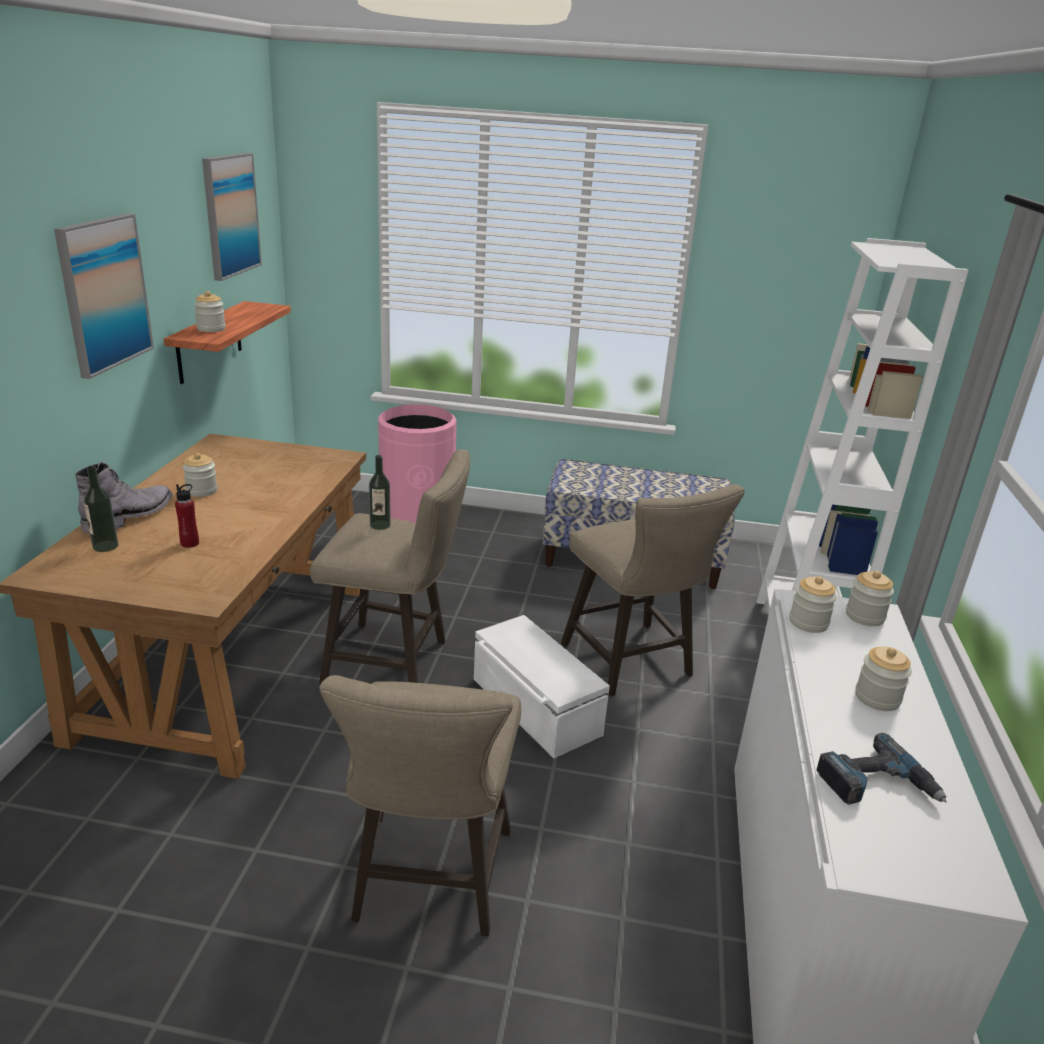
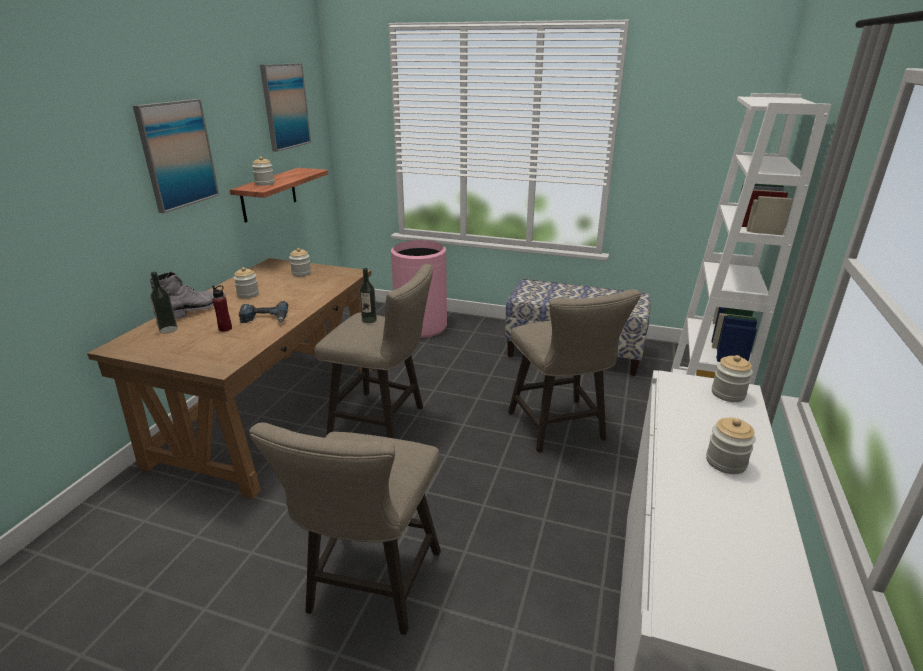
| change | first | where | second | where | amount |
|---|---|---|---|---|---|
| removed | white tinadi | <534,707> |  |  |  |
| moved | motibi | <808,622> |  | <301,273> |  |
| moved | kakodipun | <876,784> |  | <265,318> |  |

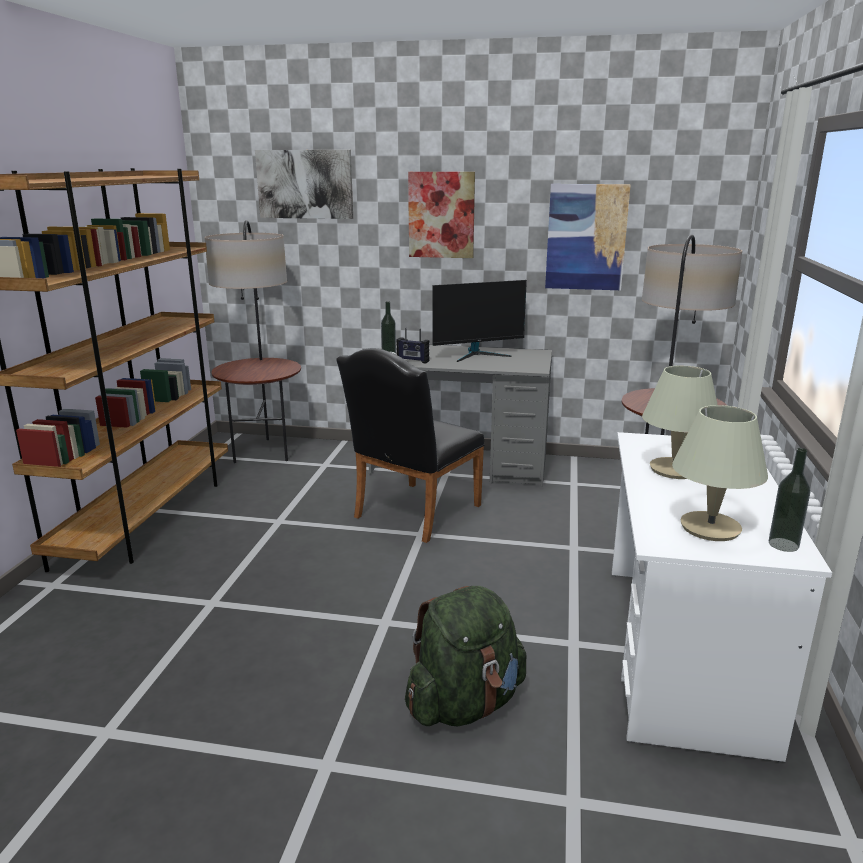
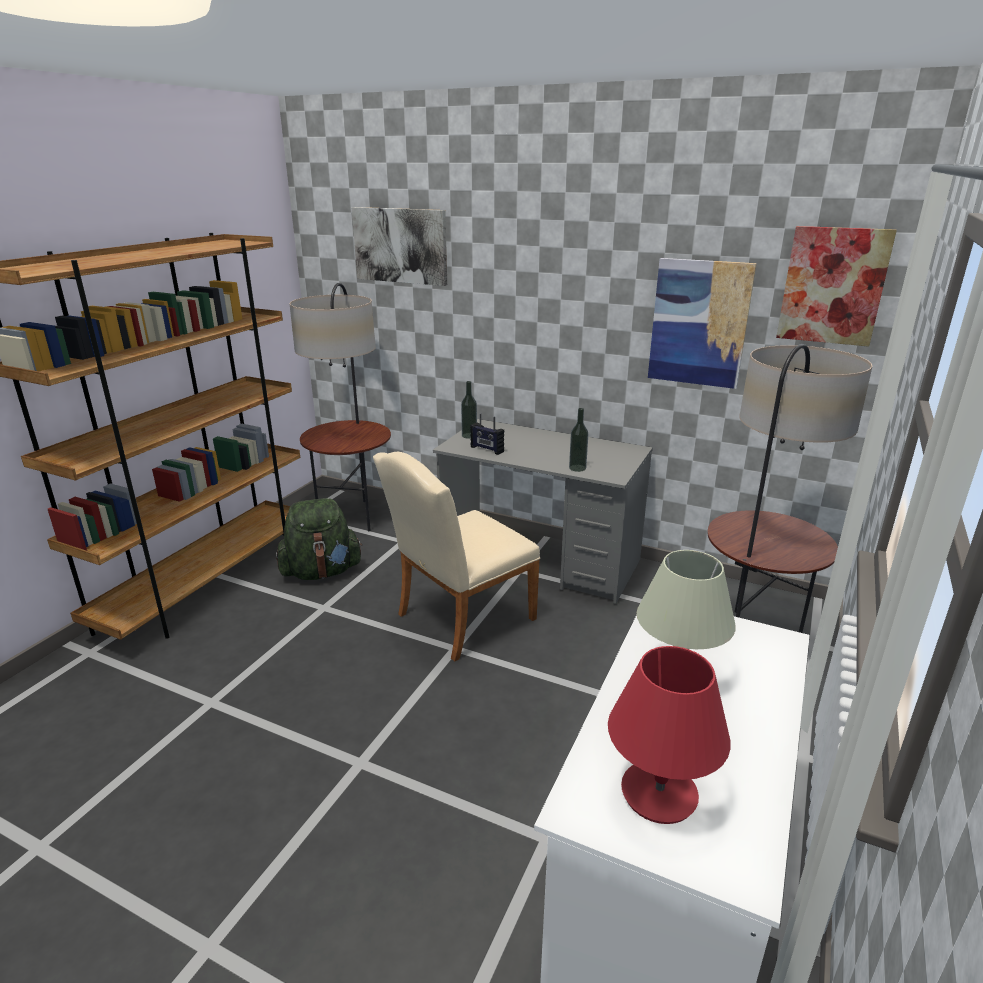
| change | first | where | second | where | amount |
|---|---|---|---|---|---|
| removed | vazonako | <478,355> |  |  |  |
| moved | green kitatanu | <465,704> |  | <321,572> |  |
| moved | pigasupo | <441,215> |  | <833,286> |  |
| moved | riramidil | <783,544> |  | <577,468> |  |
| recoloured | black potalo | <412,514> | beige potalo | <459,620> |  |
| recoloured | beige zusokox | <709,528> | red zusokox | <658,793> |  |

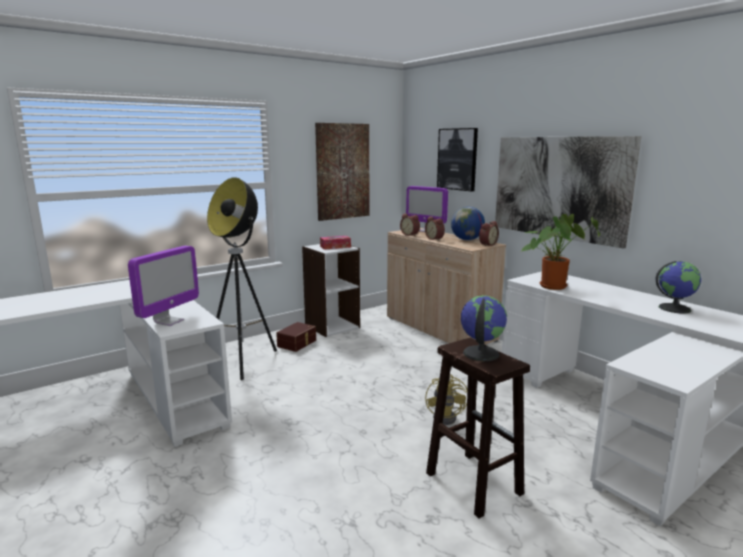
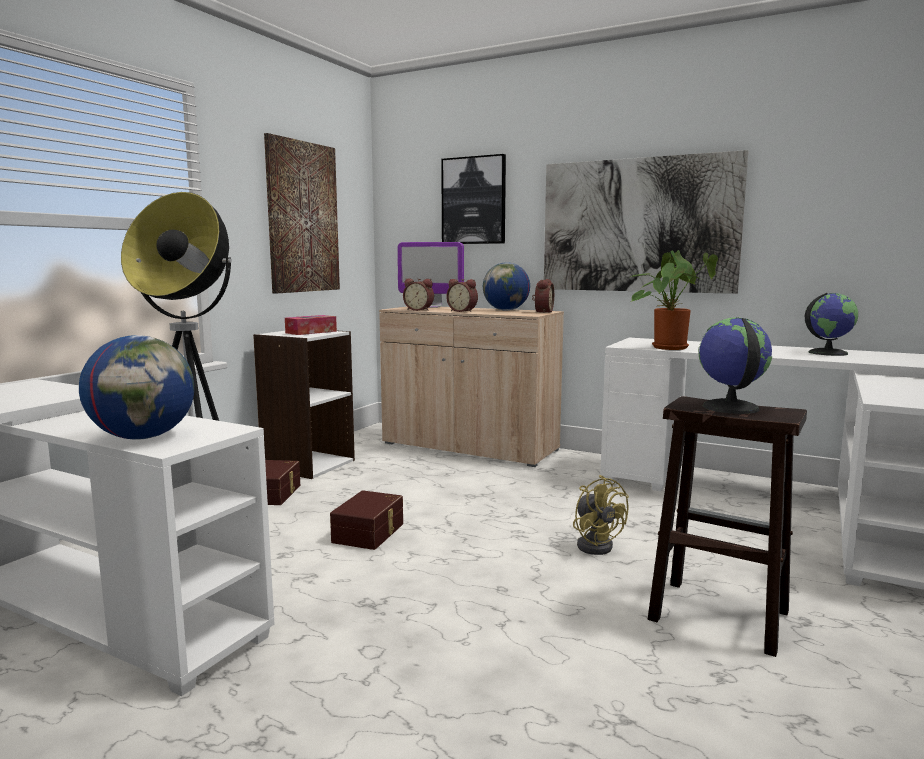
| change | first | where | second | where | amount |
|---|---|---|---|---|---|
| added |  |  | brown tinadi | <370,533> |  |
| replaced | vazonako | <169,321> | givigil | <143,437> |  |

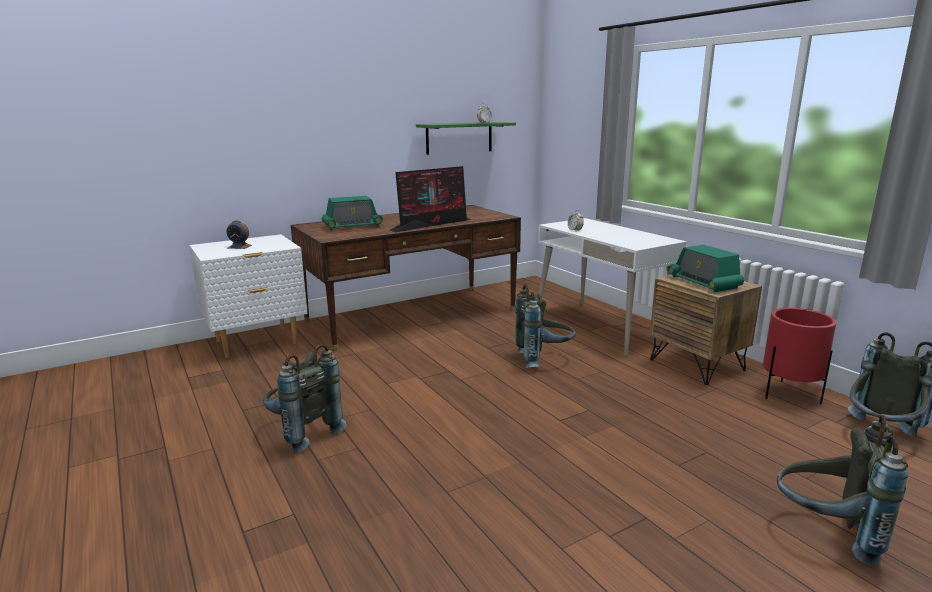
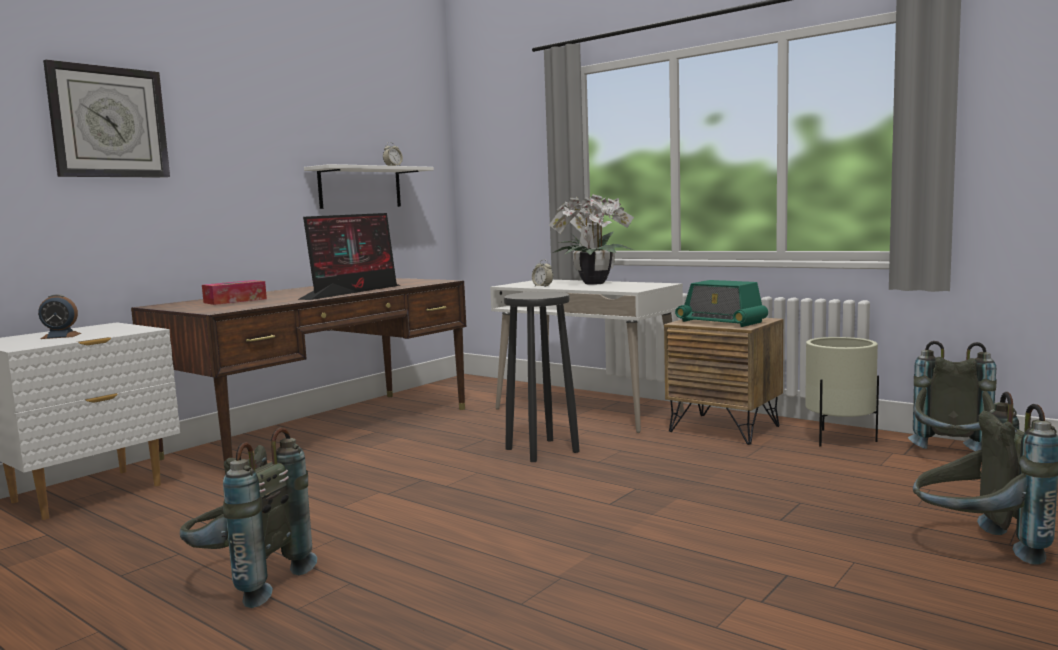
| change | first | where | second | where | amount |
|---|---|---|---|---|---|
| added |  |  | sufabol | <109,122> |  |
| added |  |  | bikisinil | <591,283> |  |
| replaced | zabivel | <352,226> | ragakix | <235,301> |  |
| replaced | grey kitatanu | <544,359> | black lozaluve | <541,450> |  |
| recoloured | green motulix | <459,138> | white motulix | <360,187> |  |
| recoloured | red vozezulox | <789,394> | beige vozezulox | <840,439> |  |

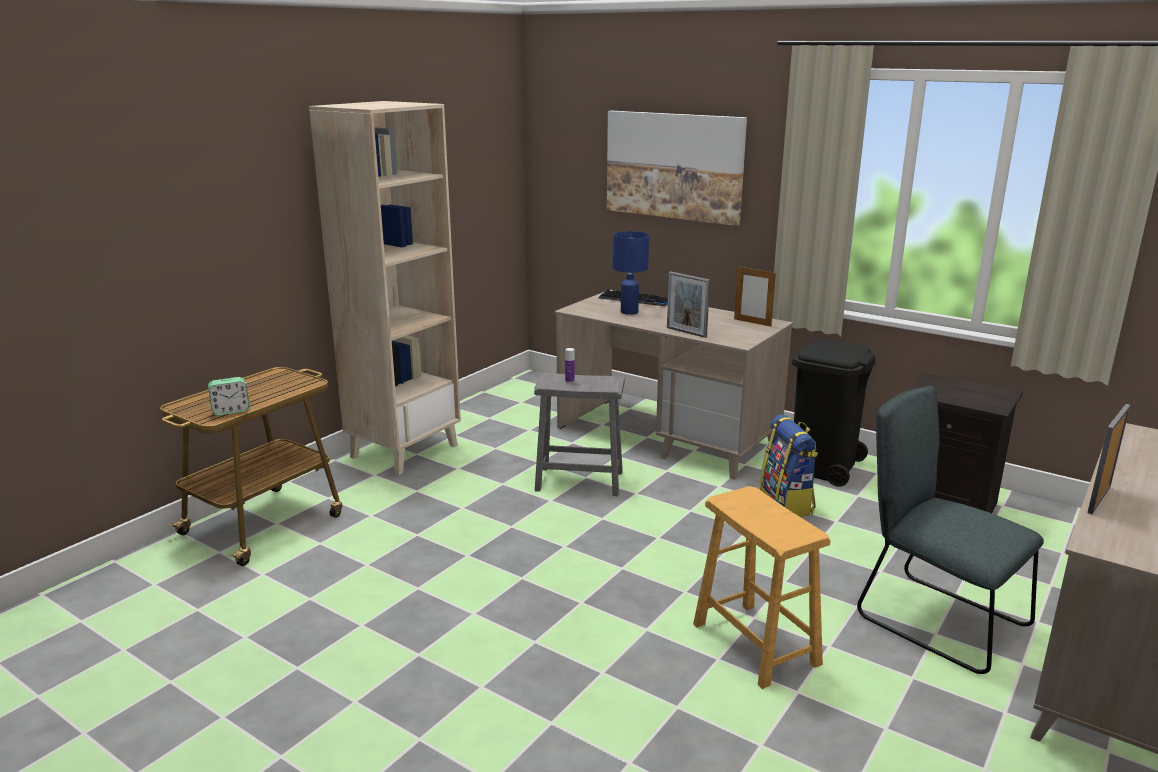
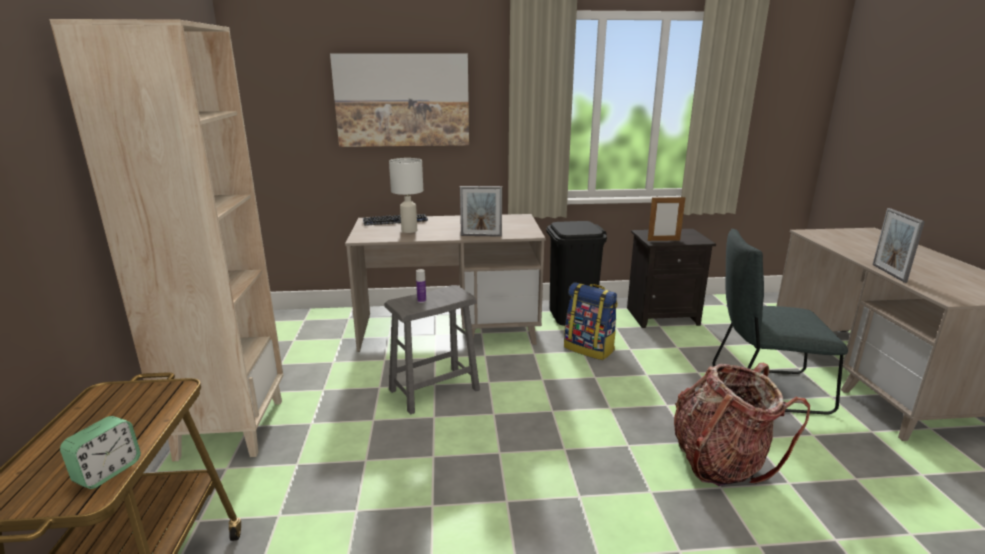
| change | first | where | second | where | amount |
|---|---|---|---|---|---|
| moved | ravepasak | <752,322> |  | <663,240> |  |
| replaced | brown lozaluve | <756,644> | kitatanu | <720,461> |  |
| recoloured | blue zusokox | <629,312> | white zusokox | <409,231> |  |

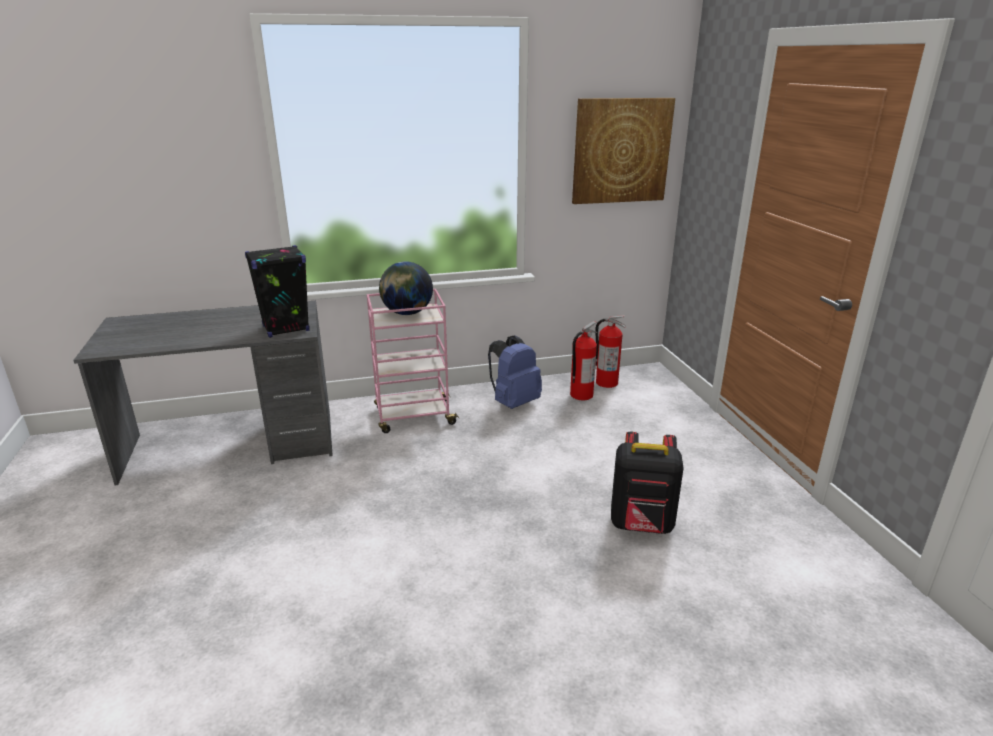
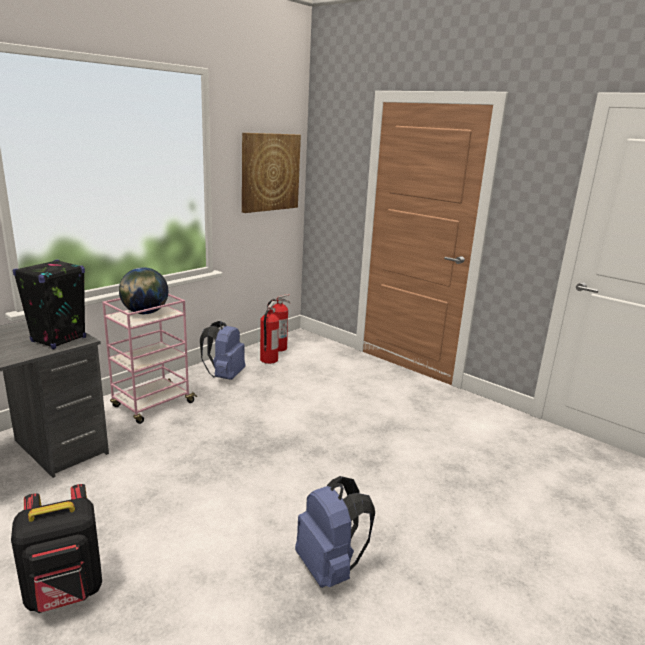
| change | first | where | second | where | amount |
|---|---|---|---|---|---|
| added |  |  | blue kitatanu | <330,568> |  |
| moved | black kitatanu | <642,525> |  | <65,594> |  |

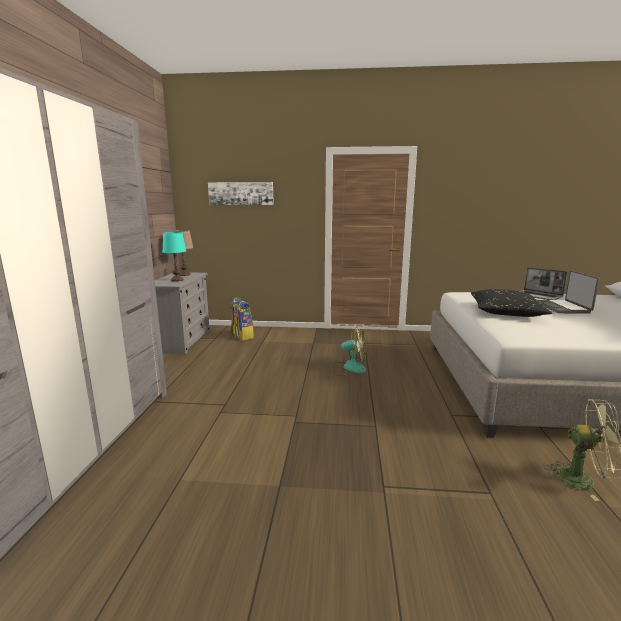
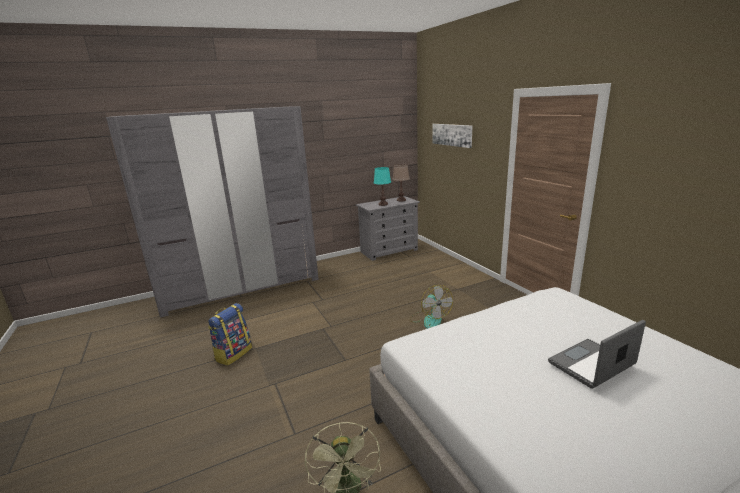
| change | first | where | second | where | amount |
|---|---|---|---|---|---|
| removed | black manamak | <505,311> |  |  |  |
| removed | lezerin | <539,296> |  |  |  |
| moved | kitatanu | <241,336> |  | <233,354> |  |

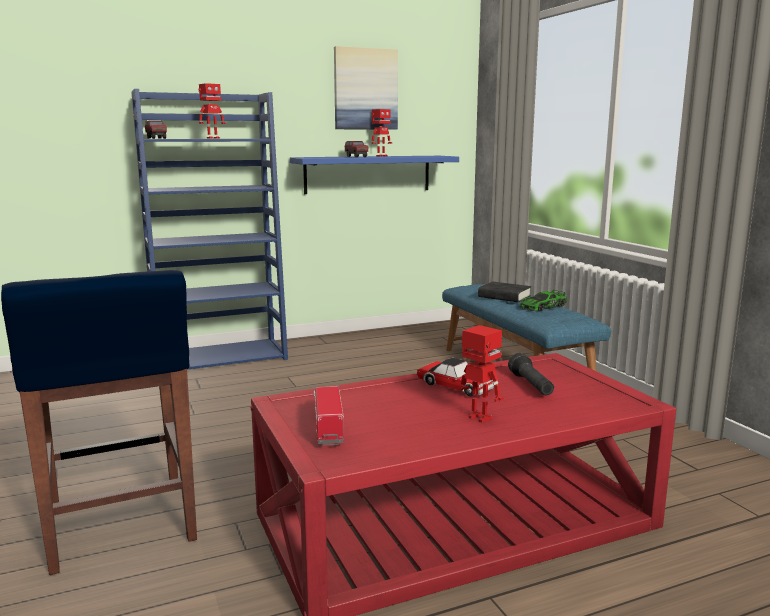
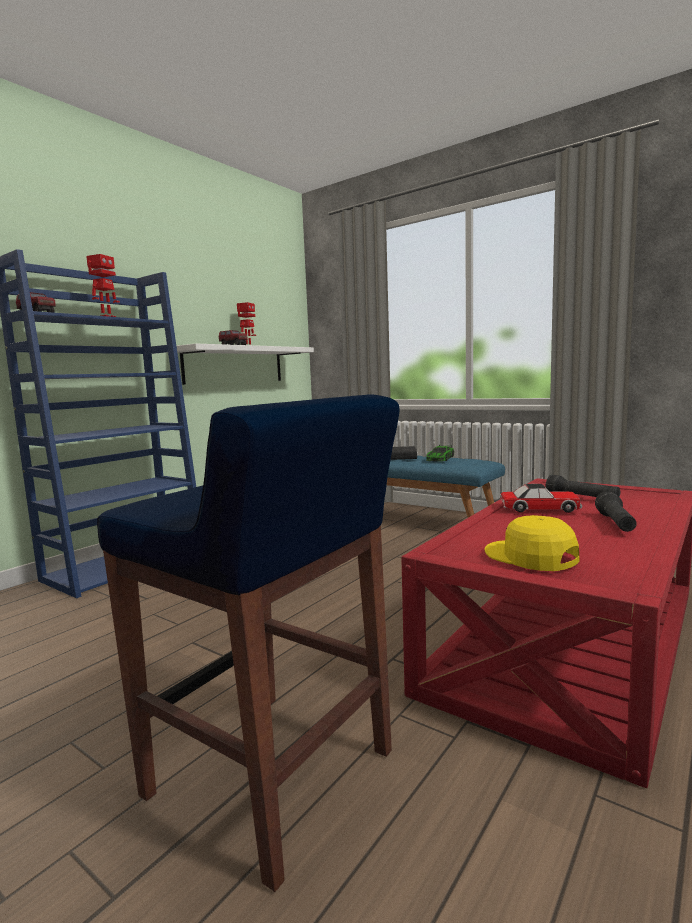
| change | first | where | second | where | amount |
|---|---|---|---|---|---|
| removed | pigasupo | <365,89> |  |  |  |
| replaced | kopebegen | <328,423> | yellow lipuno | <531,556> |  |
| replaced | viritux | <479,418> | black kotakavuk | <616,524> |  |
| recoloured | blue motulix | <368,174> | white motulix | <234,365> |  |

